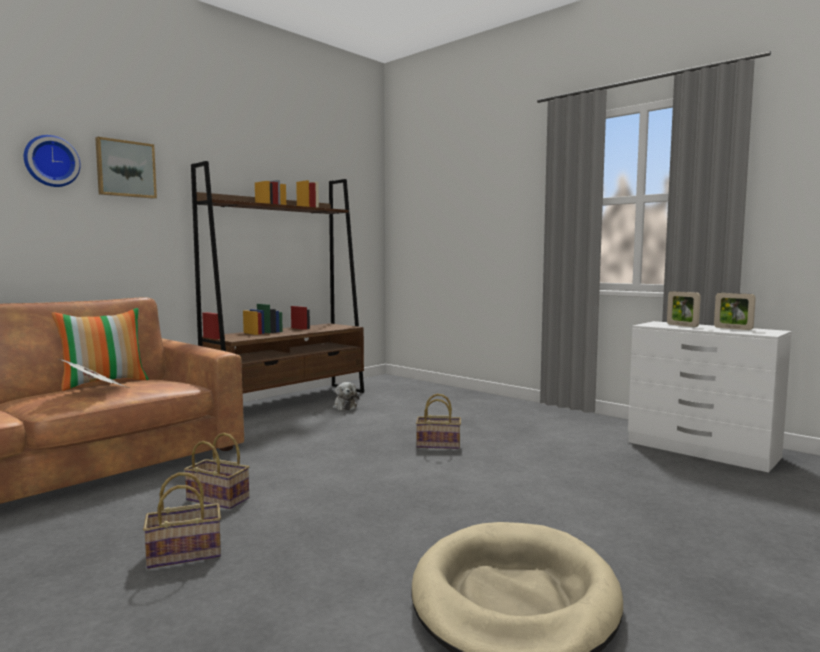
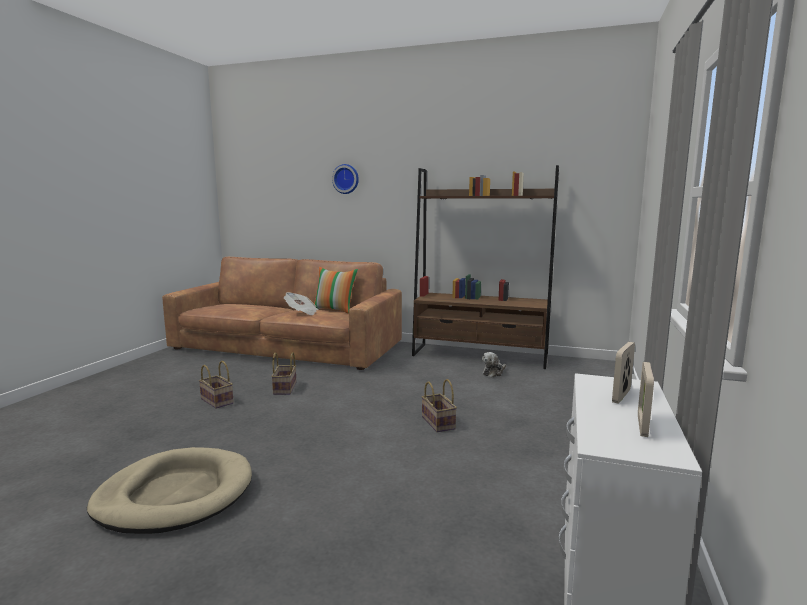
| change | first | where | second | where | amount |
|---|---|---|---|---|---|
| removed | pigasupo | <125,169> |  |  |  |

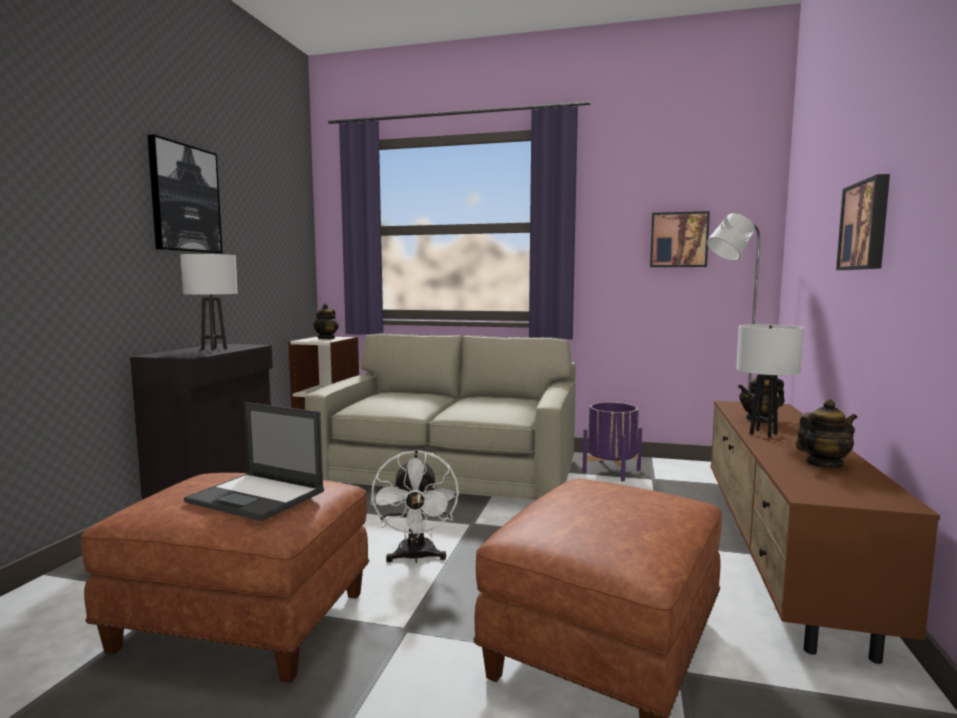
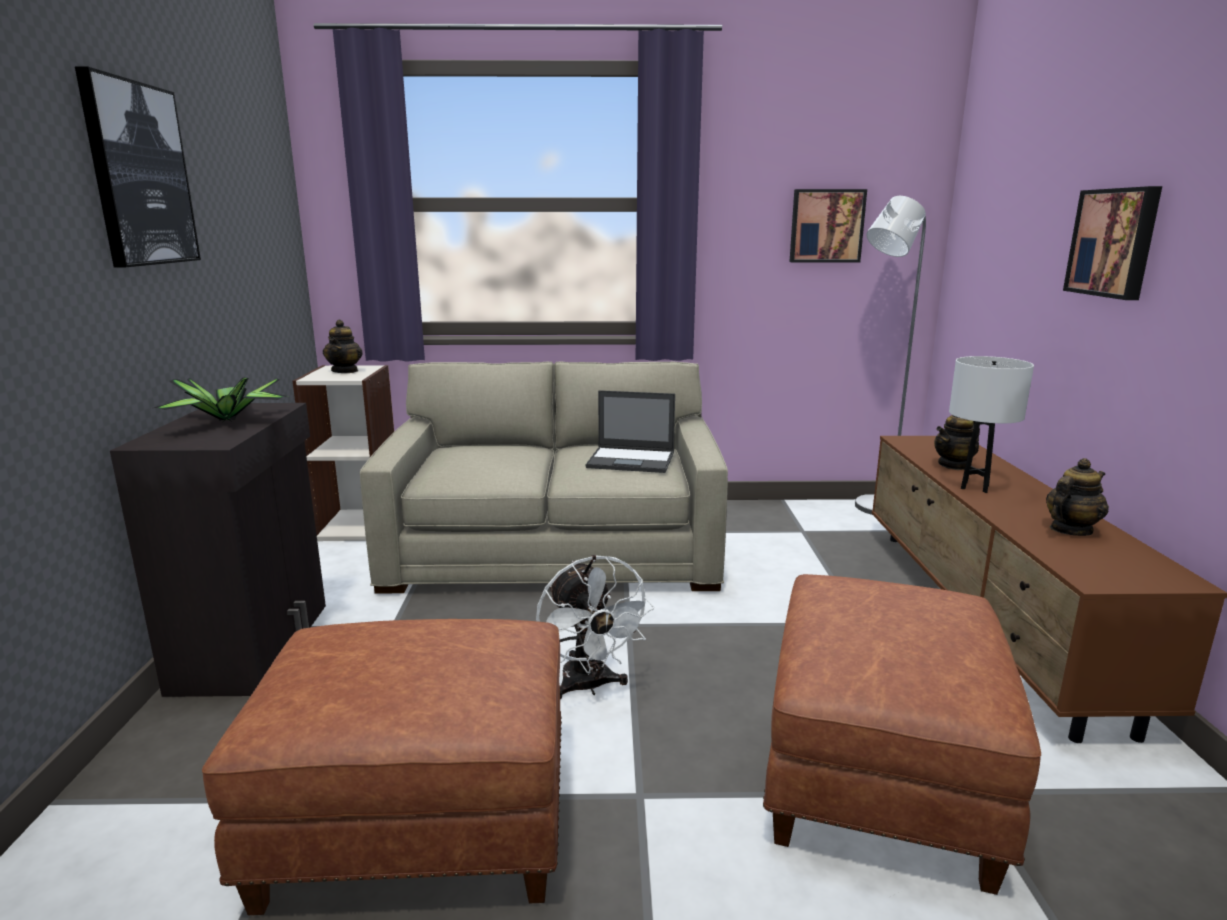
| change | first | where | second | where | amount |
|---|---|---|---|---|---|
| removed | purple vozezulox | <611,471> |  |  |  |
| moved | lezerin | <257,496> |  | <632,460> |  |
| replaced | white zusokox | <214,349> | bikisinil | <229,420> |  |

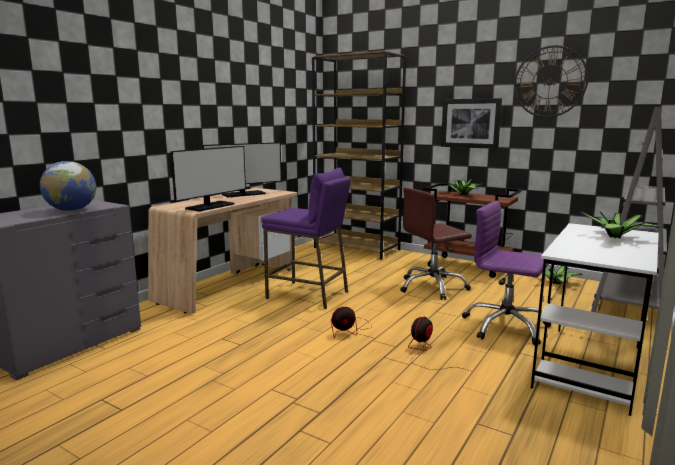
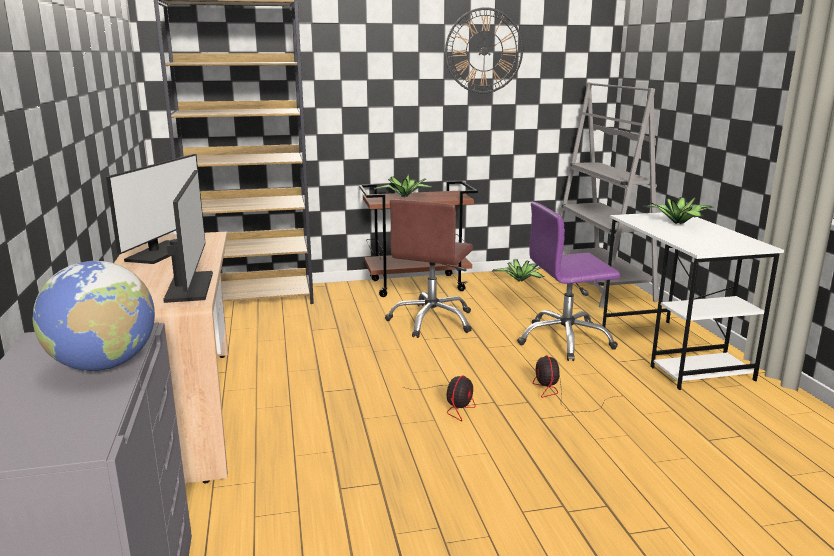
| change | first | where | second | where | amount |
|---|---|---|---|---|---|
| removed | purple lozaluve | <308,295> |  |  |  |
| removed | pigasupo | <470,123> |  |  |  |

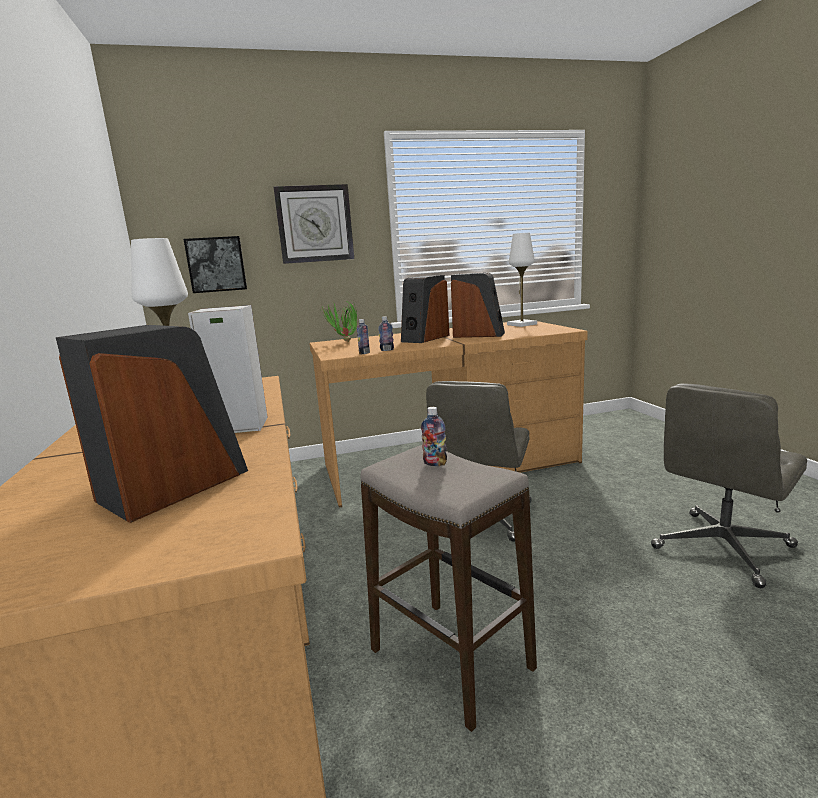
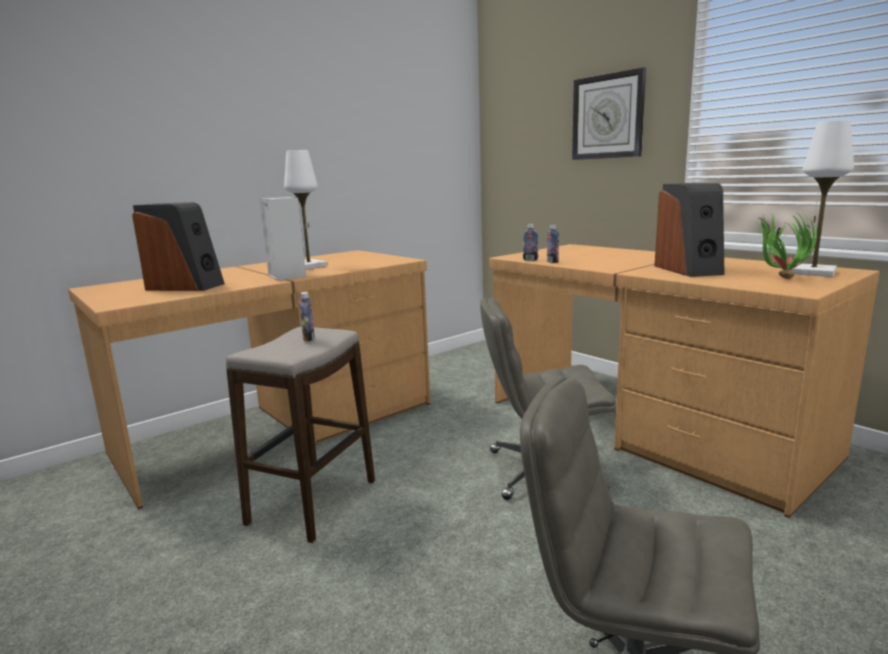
| change | first | where | second | where | amount |
|---|---|---|---|---|---|
| removed | pigasupo | <216,264> |  |  |  |
| removed | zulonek | <425,338> |  |  |  |
| moved | bikisinil | <344,342> |  | <777,279> |  |

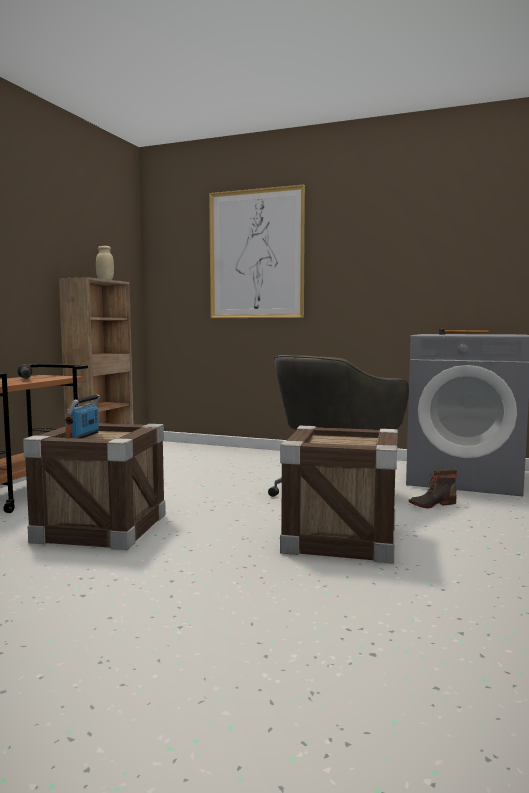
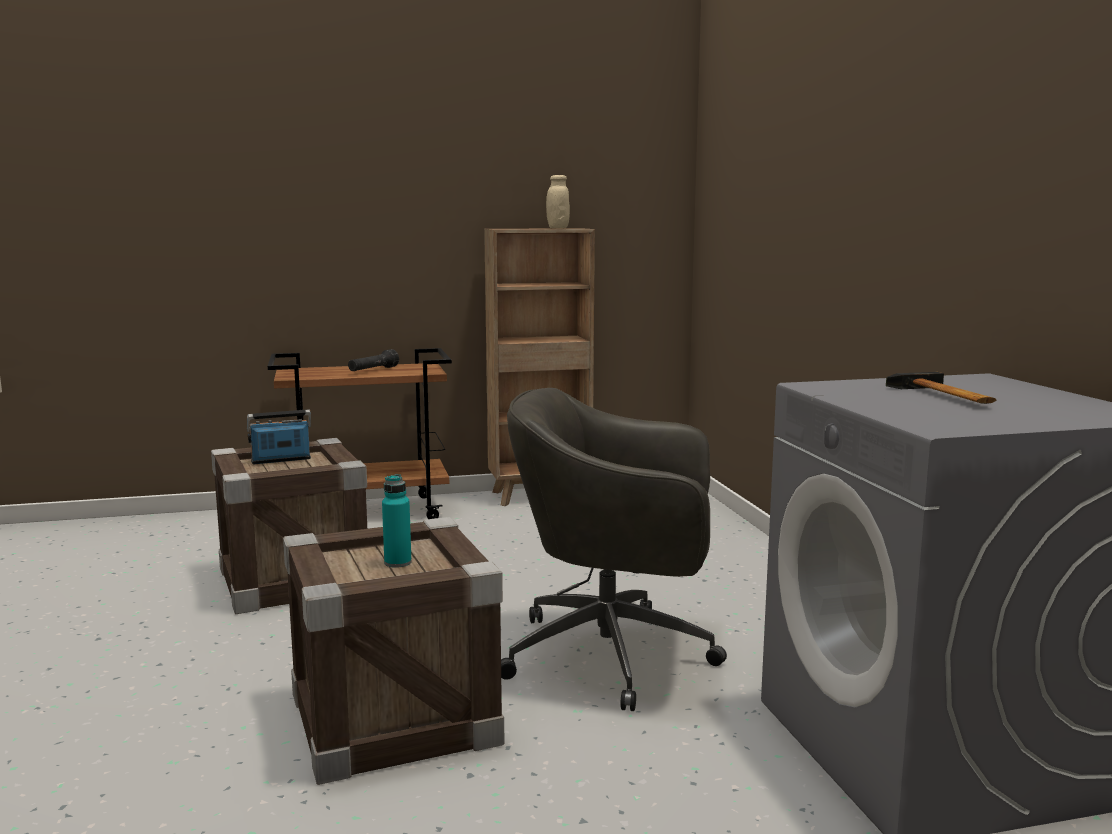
| change | first | where | second | where | amount |
|---|---|---|---|---|---|
| removed | pigasupo | <256,254> |  |  |  |
| removed | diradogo | <431,504> |  |  |  |
| added |  |  | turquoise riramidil | <397,563> |  |

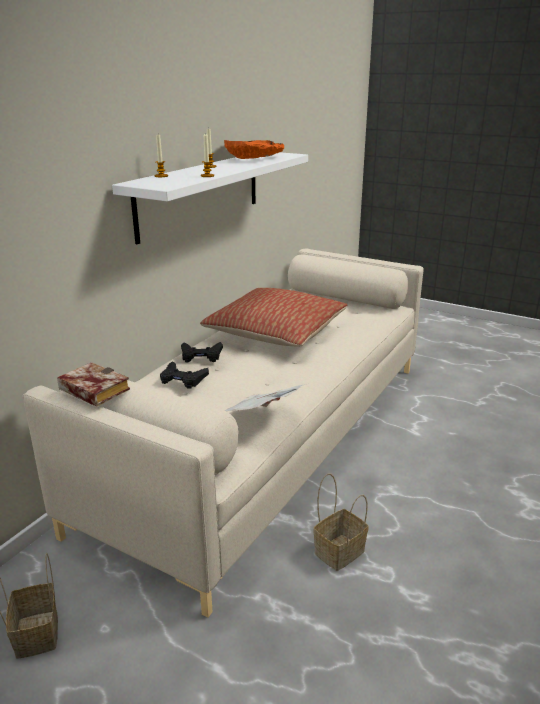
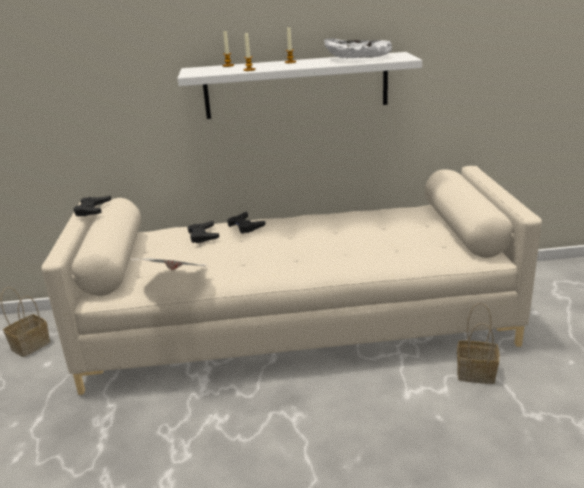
| change | first | where | second | where | amount |
|---|---|---|---|---|---|
| removed | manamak | <276,332> |  |  |  |
| moved | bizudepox | <339,550> |  | <477,373> |  |
| replaced | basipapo | <91,390> | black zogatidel | <92,210> |  |
| recoloured | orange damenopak | <254,158> | white damenopak | <357,58> |  |

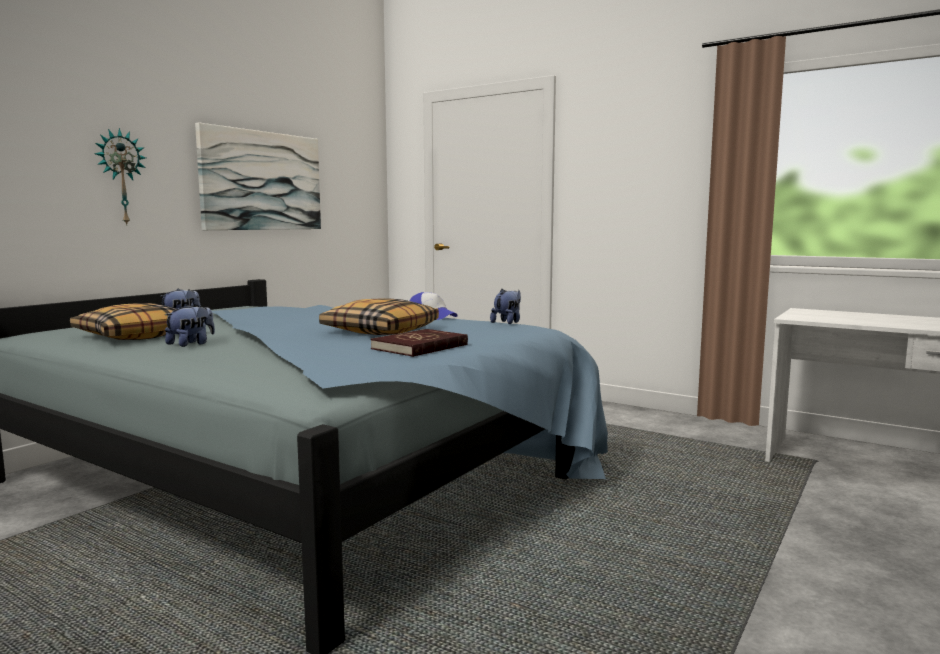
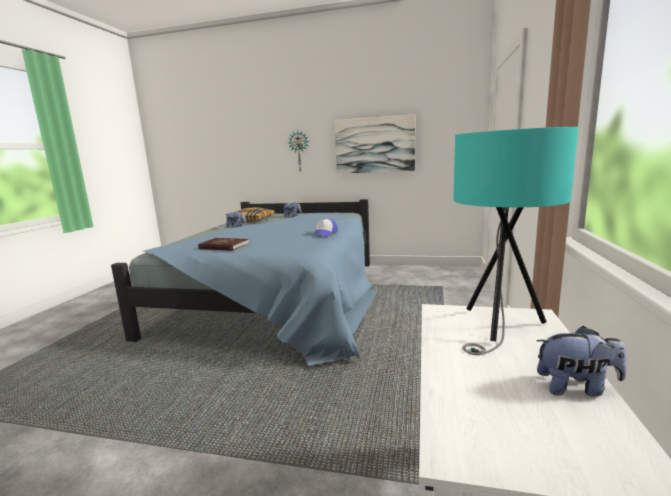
| change | first | where | second | where | amount |
|---|---|---|---|---|---|
| removed | manamak | <380,331> |  |  |  |
| added |  |  | turquoise zusokox | <498,327> |  |
| moved | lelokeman | <507,322> |  | <576,387> |  |

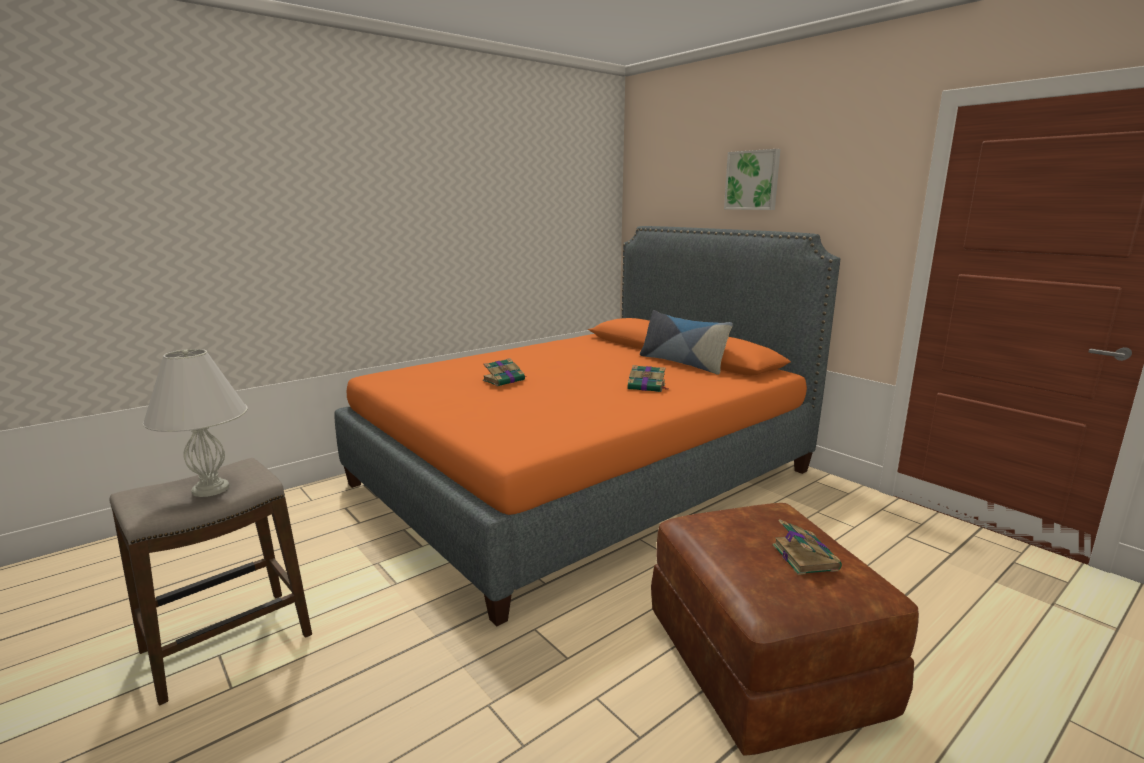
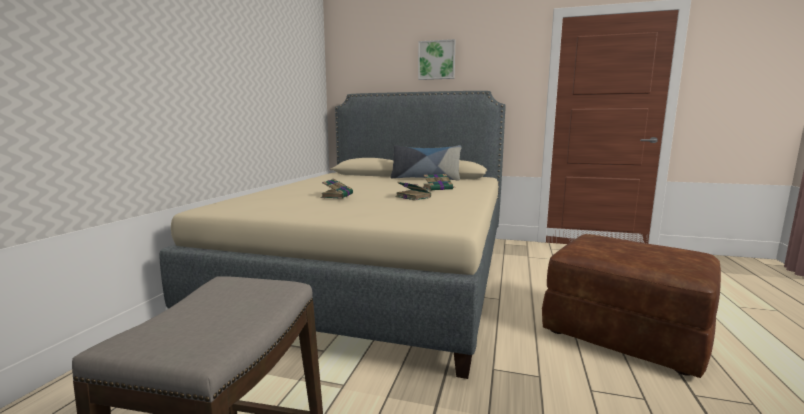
| change | first | where | second | where | amount |
|---|---|---|---|---|---|
| removed | white zusokox | <209,489> |  |  |  |
| moved | basipapo | <804,556> |  | <412,197> |  |
| recoloured | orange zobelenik | <584,477> | beige zobelenik | <379,272> |  |

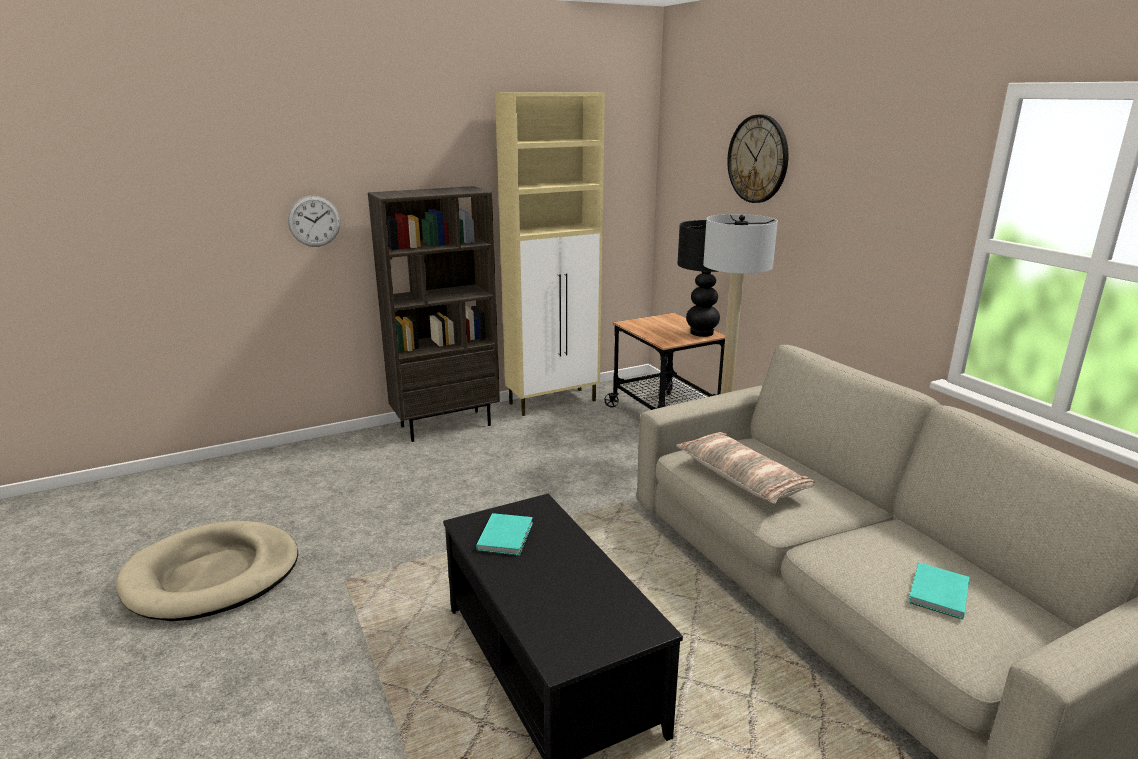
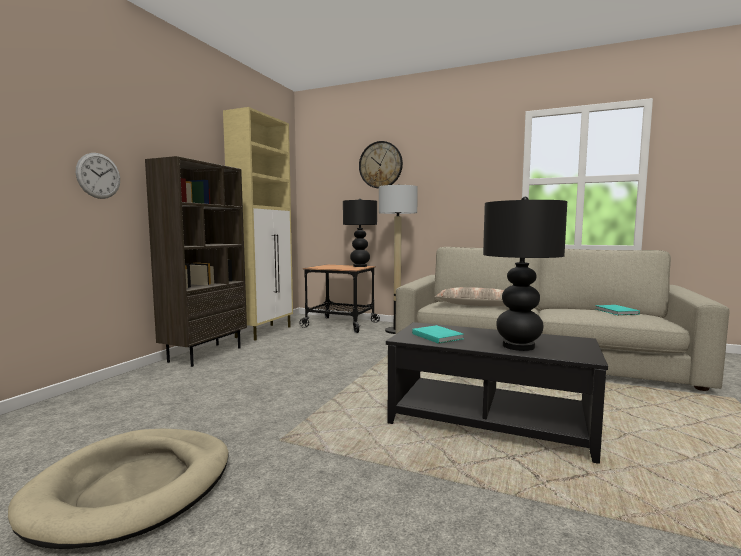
| change | first | where | second | where | amount |
|---|---|---|---|---|---|
| added |  |  | black zusokox | <518,346> |  |

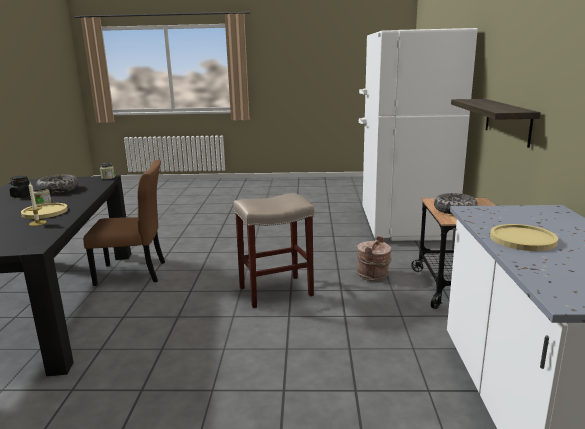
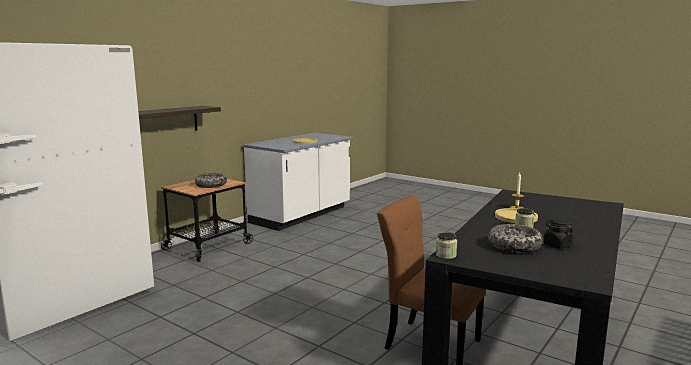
| change | first | where | second | where | amount |
|---|---|---|---|---|---|
| removed | beige lozaluve | <275,292> |  |  |  |
| removed | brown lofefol | <373,275> |  |  |  |

